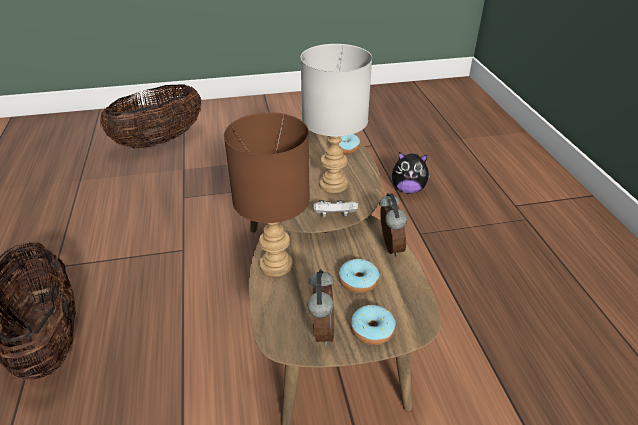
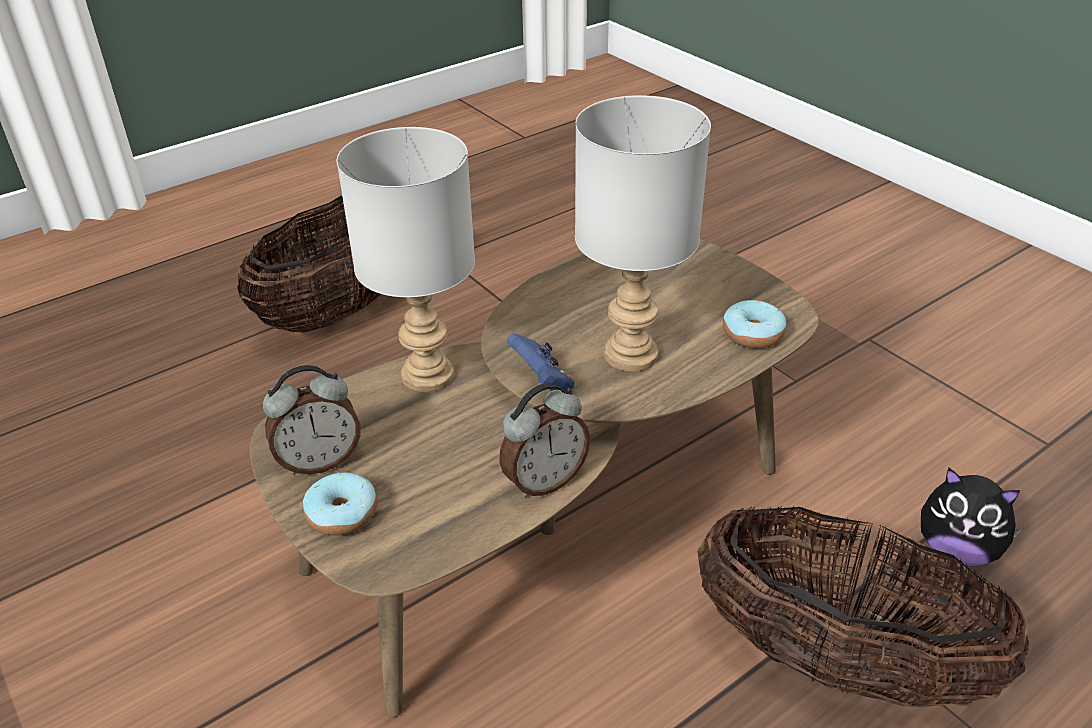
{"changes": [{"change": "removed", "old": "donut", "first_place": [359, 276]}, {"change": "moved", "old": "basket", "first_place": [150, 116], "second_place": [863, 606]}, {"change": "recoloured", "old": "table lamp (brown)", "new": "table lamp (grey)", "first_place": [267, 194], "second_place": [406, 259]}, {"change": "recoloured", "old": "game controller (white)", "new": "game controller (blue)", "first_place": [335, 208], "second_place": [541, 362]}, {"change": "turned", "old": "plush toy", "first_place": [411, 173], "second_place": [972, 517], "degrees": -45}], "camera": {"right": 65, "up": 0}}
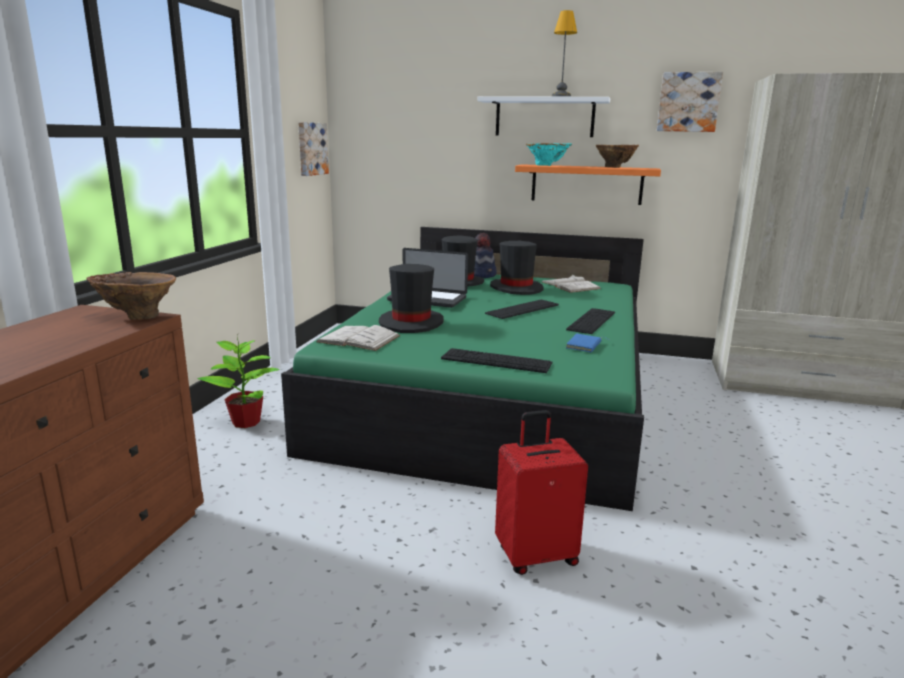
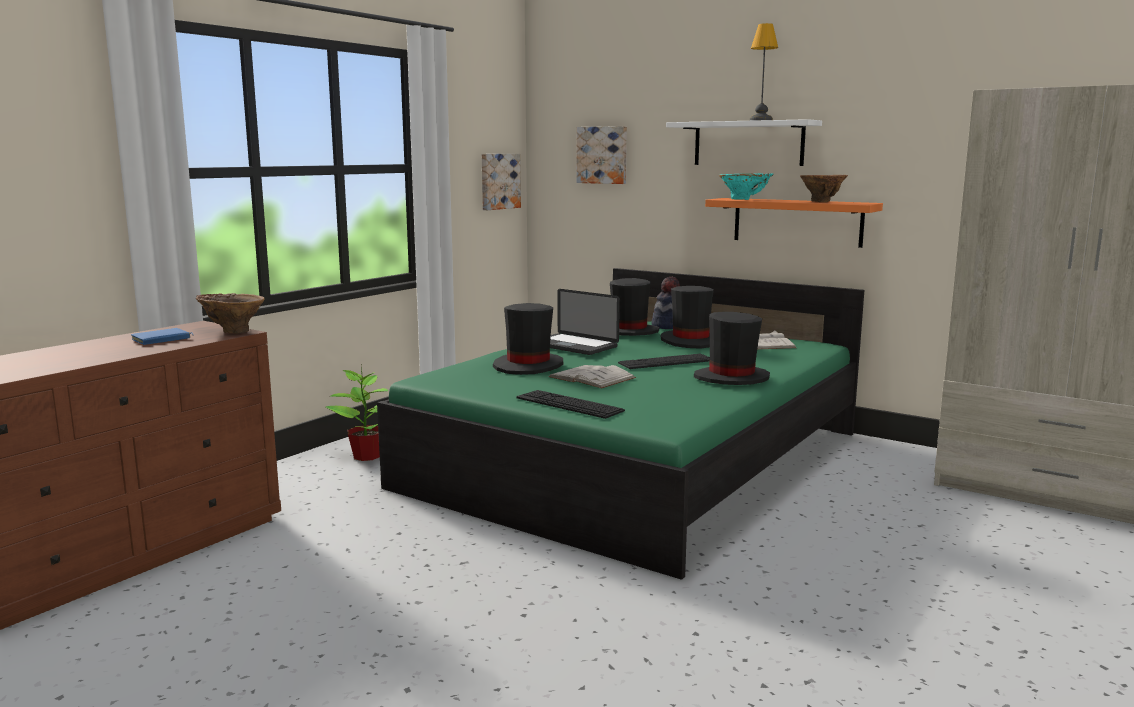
{"changes": [{"change": "removed", "old": "suitcase (red)", "first_place": [541, 492]}, {"change": "moved", "old": "book (white)", "first_place": [358, 338], "second_place": [592, 377]}, {"change": "moved", "old": "book (blue)", "first_place": [587, 343], "second_place": [162, 336]}, {"change": "moved", "old": "picture", "first_place": [690, 102], "second_place": [601, 155]}, {"change": "replaced", "old": "keyboard", "new": "hat (black)", "first_place": [590, 321], "second_place": [732, 348]}], "camera": {"right": 20, "up": -5}}
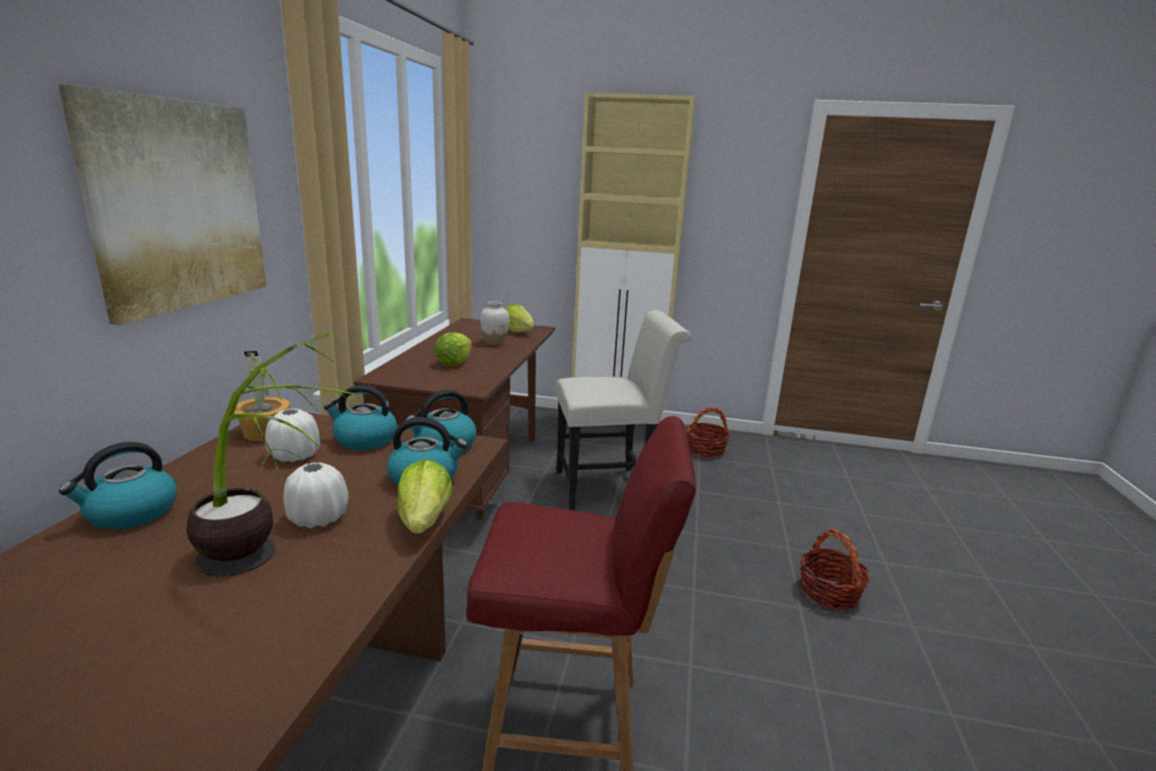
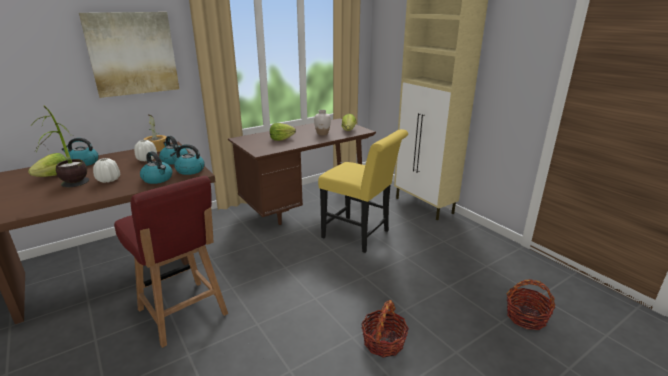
{"changes": [{"change": "moved", "old": "lettuce", "first_place": [425, 496], "second_place": [47, 165]}, {"change": "moved", "old": "basket", "first_place": [708, 432], "second_place": [531, 304]}, {"change": "recoloured", "old": "chair (white)", "new": "chair (yellow)", "first_place": [623, 410], "second_place": [363, 191]}], "camera": {"right": 45, "up": 5}}
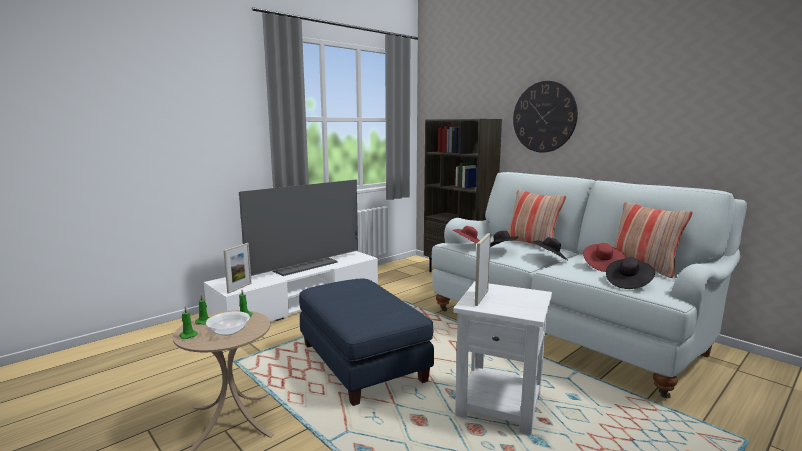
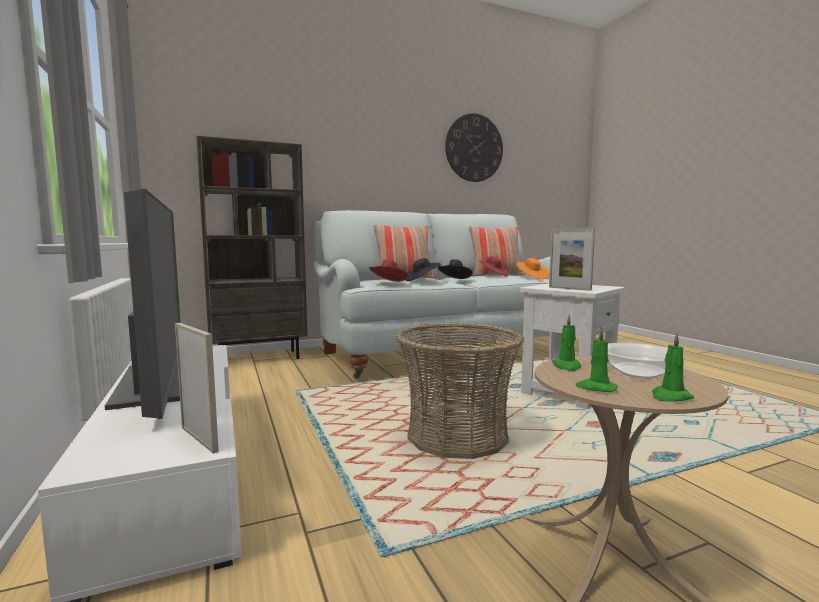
{"changes": [{"change": "moved", "old": "wall clock", "first_place": [545, 117], "second_place": [474, 147]}, {"change": "replaced", "old": "ottoman (blue)", "new": "basket", "first_place": [366, 342], "second_place": [460, 390]}, {"change": "recoloured", "old": "hat (black)", "new": "hat (orange)", "first_place": [630, 273], "second_place": [533, 268]}], "camera": {"right": -70, "up": -5}}
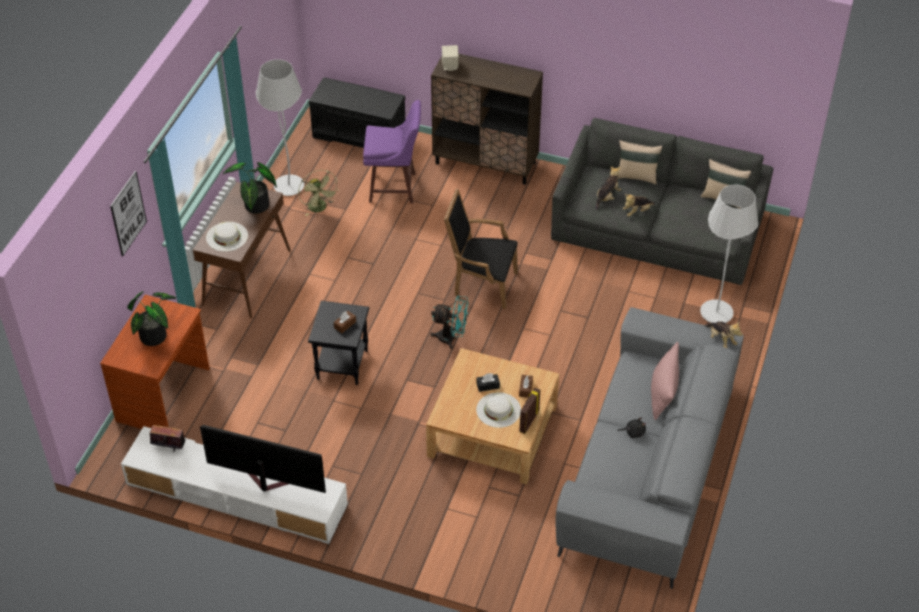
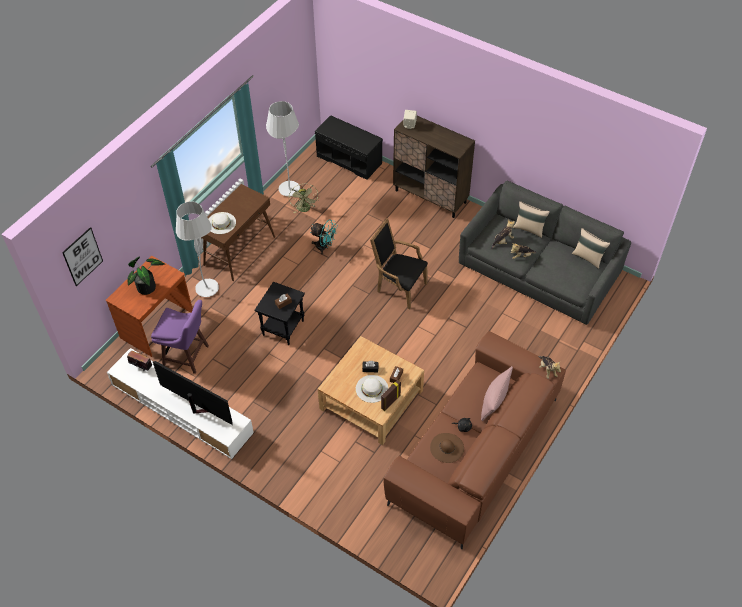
{"changes": [{"change": "removed", "old": "potted plant", "first_place": [249, 188]}, {"change": "added", "new": "hat (brown)", "second_place": [447, 448]}, {"change": "moved", "old": "picture", "first_place": [128, 213], "second_place": [82, 256]}, {"change": "moved", "old": "stool (purple)", "first_place": [392, 151], "second_place": [180, 337]}, {"change": "moved", "old": "fan (turquoise)", "first_place": [449, 322], "second_place": [324, 237]}, {"change": "moved", "old": "floor lamp (white)", "first_place": [729, 254], "second_place": [197, 249]}, {"change": "recoloured", "old": "sofa (grey)", "new": "sofa (brown)", "first_place": [649, 448], "second_place": [475, 440]}], "camera": {"right": 15, "up": 5}}
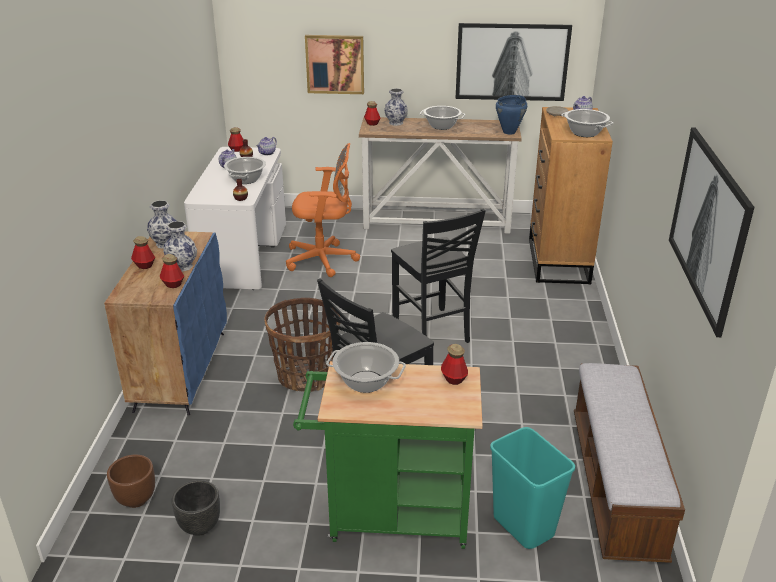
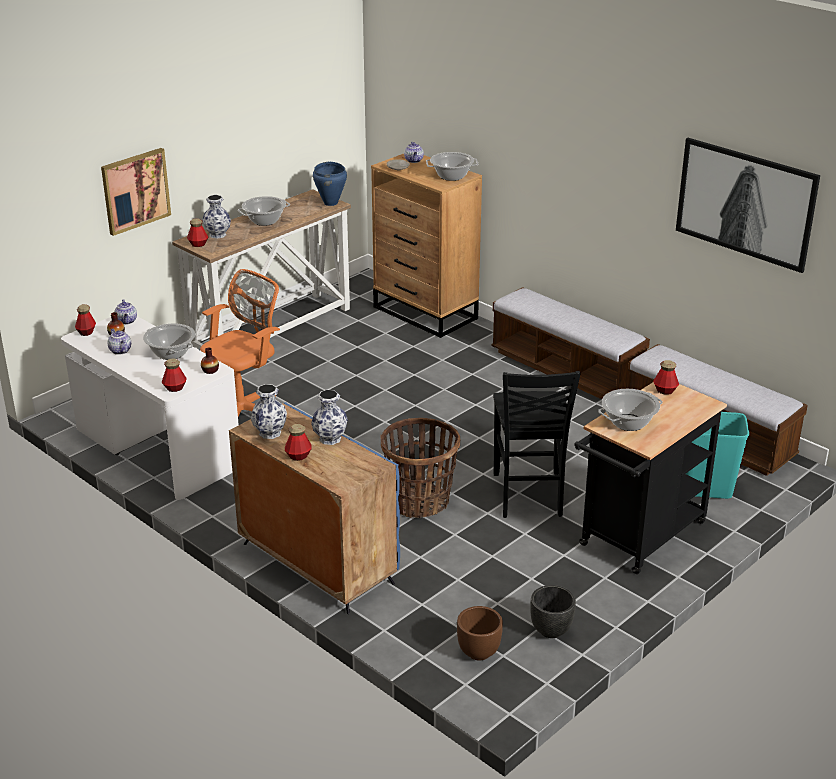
{"changes": [{"change": "removed", "old": "chair (black)", "first_place": [438, 276]}, {"change": "removed", "old": "picture", "first_place": [514, 62]}, {"change": "added", "new": "bench", "second_place": [570, 343]}, {"change": "moved", "old": "bottle", "first_place": [172, 271], "second_place": [174, 375]}, {"change": "recoloured", "old": "cart (green)", "new": "cart (black)", "first_place": [388, 455], "second_place": [650, 478]}], "camera": {"right": -50, "up": 0}}
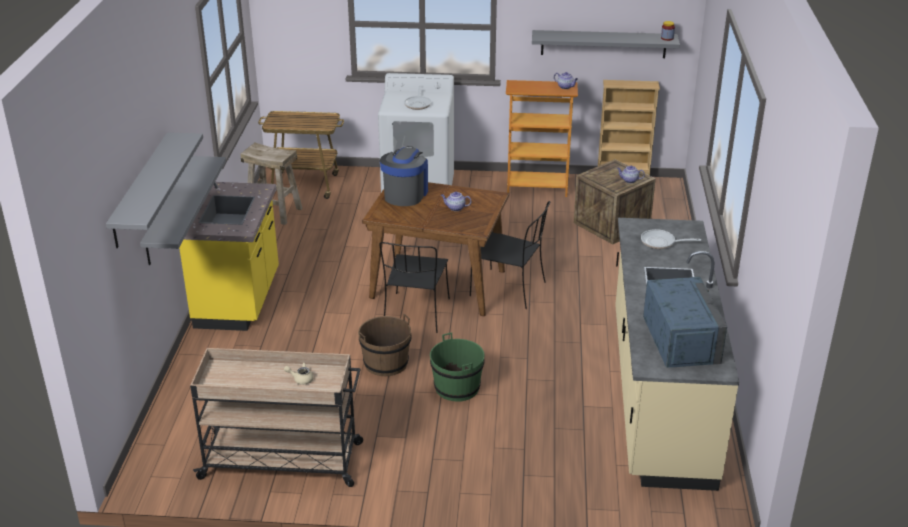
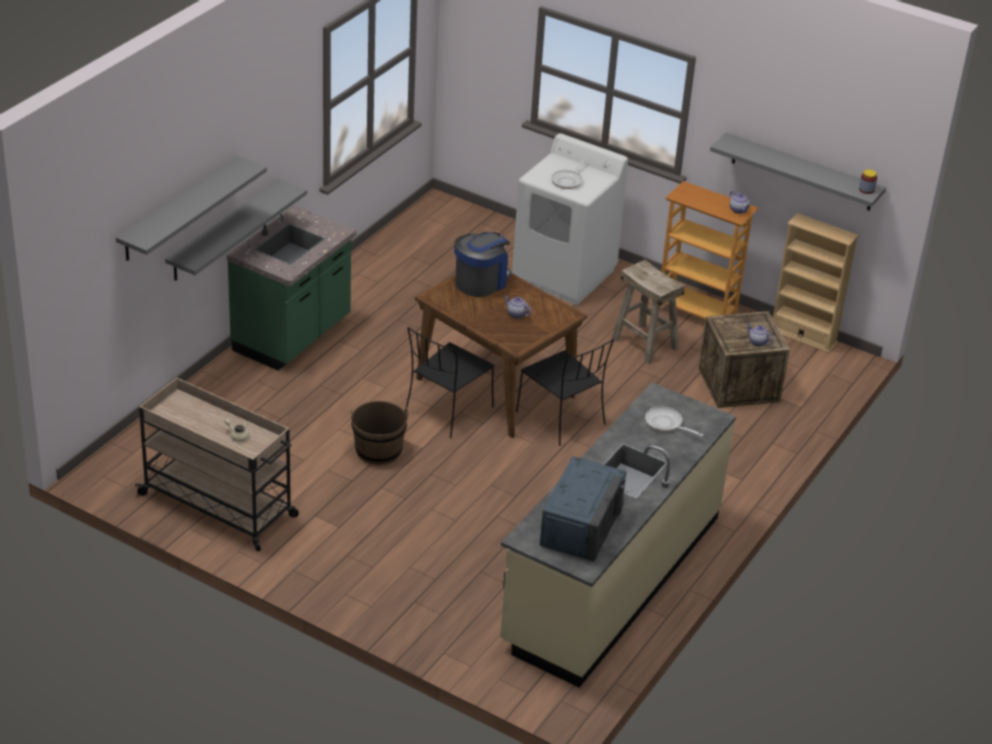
{"changes": [{"change": "removed", "old": "cart", "first_place": [301, 155]}, {"change": "removed", "old": "bucket (green)", "first_place": [457, 367]}, {"change": "moved", "old": "stool (beige)", "first_place": [271, 184], "second_place": [648, 312]}, {"change": "recoloured", "old": "counter (yellow)", "new": "counter (green)", "first_place": [229, 256], "second_place": [291, 288]}], "camera": {"right": 25, "up": 5}}
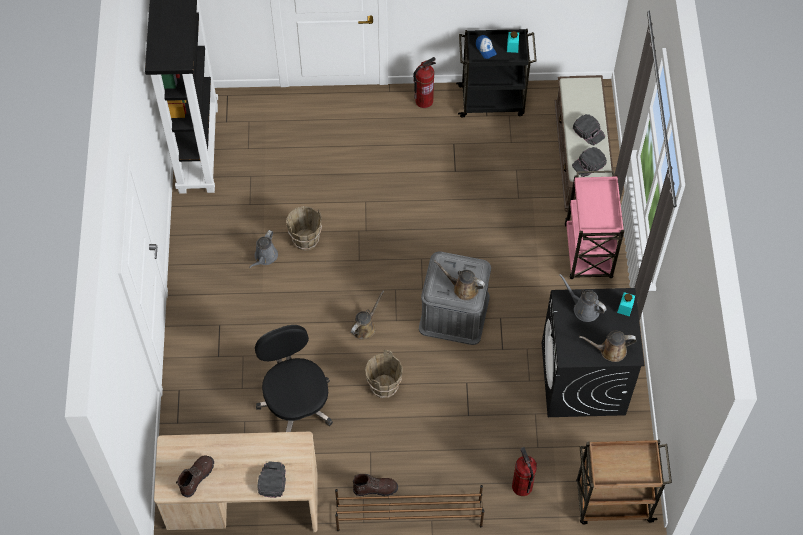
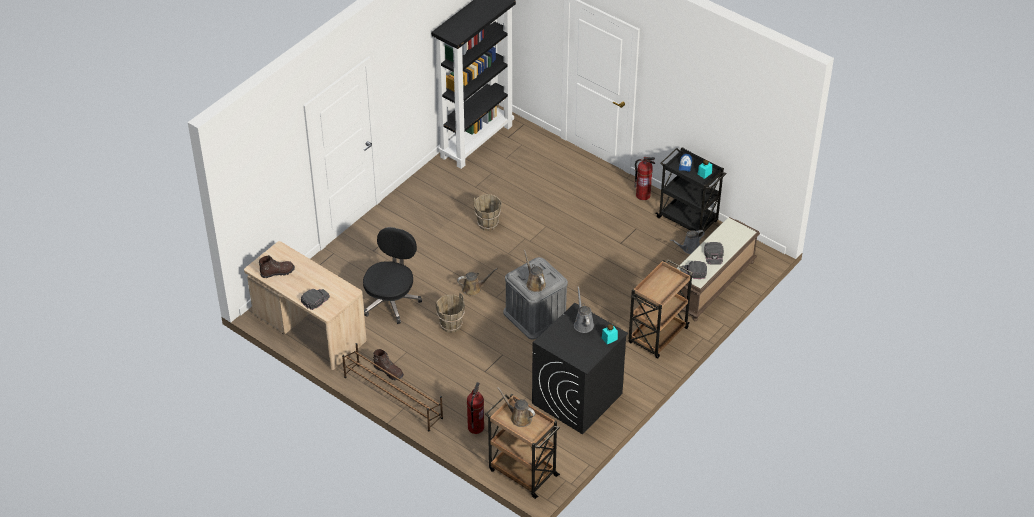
{"changes": [{"change": "moved", "old": "watering can (grey)", "first_place": [263, 249], "second_place": [687, 242]}, {"change": "moved", "old": "watering can (brown)", "first_place": [607, 346], "second_place": [516, 407]}, {"change": "recoloured", "old": "cart (pink)", "new": "cart (brown)", "first_place": [594, 225], "second_place": [660, 309]}], "camera": {"right": 40, "up": -15}}
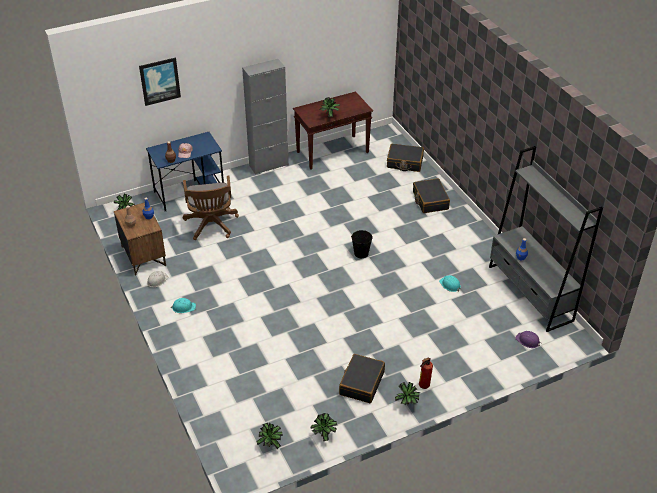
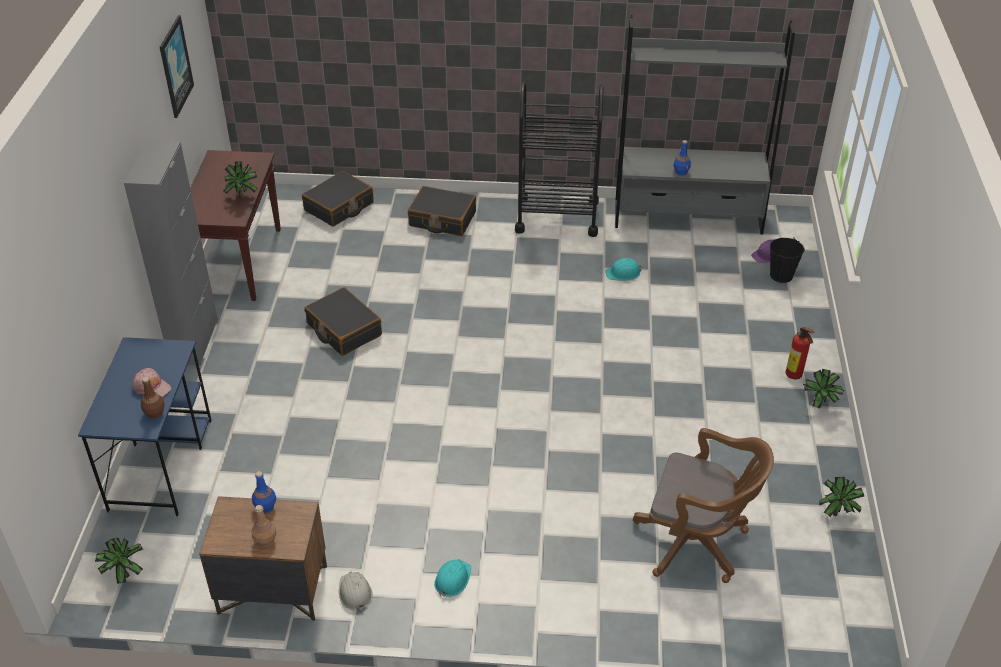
{"changes": [{"change": "removed", "old": "potted plant", "first_place": [269, 436]}, {"change": "added", "new": "cart (black)", "second_place": [559, 159]}, {"change": "moved", "old": "picture", "first_place": [160, 81], "second_place": [177, 66]}, {"change": "moved", "old": "office chair (brown)", "first_place": [211, 207], "second_place": [703, 505]}, {"change": "moved", "old": "suitcase (black)", "first_place": [362, 378], "second_place": [343, 321]}, {"change": "moved", "old": "bucket (black)", "first_place": [362, 244], "second_place": [787, 260]}], "camera": {"right": -60, "up": 0}}
